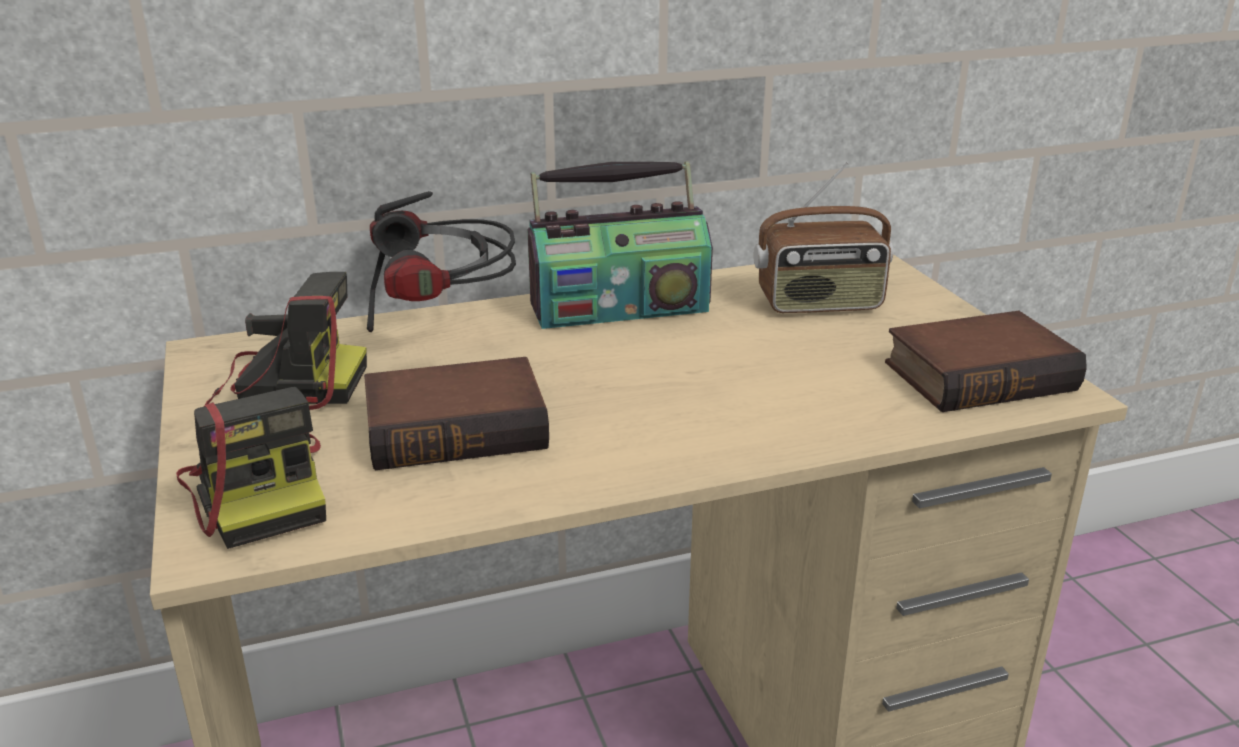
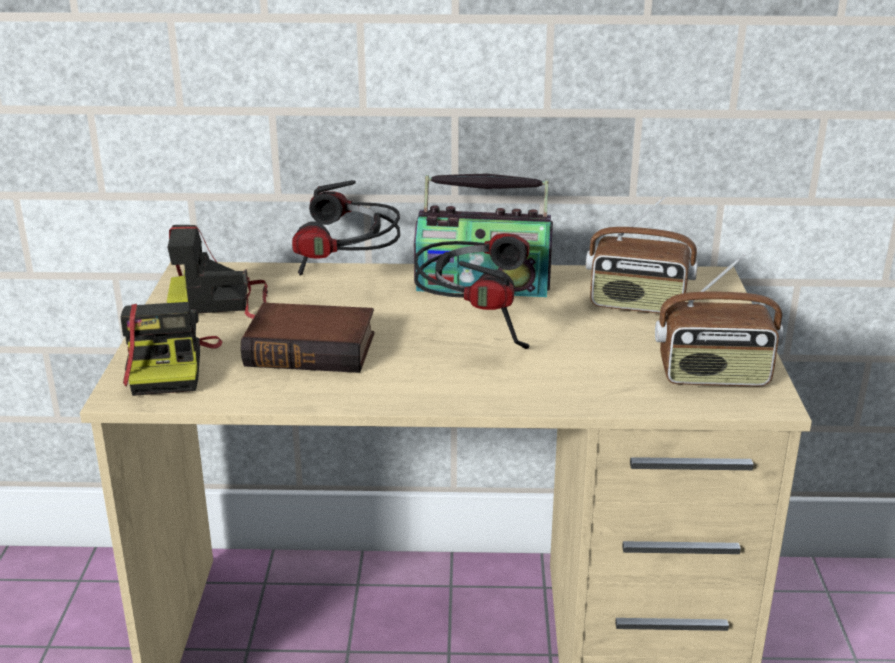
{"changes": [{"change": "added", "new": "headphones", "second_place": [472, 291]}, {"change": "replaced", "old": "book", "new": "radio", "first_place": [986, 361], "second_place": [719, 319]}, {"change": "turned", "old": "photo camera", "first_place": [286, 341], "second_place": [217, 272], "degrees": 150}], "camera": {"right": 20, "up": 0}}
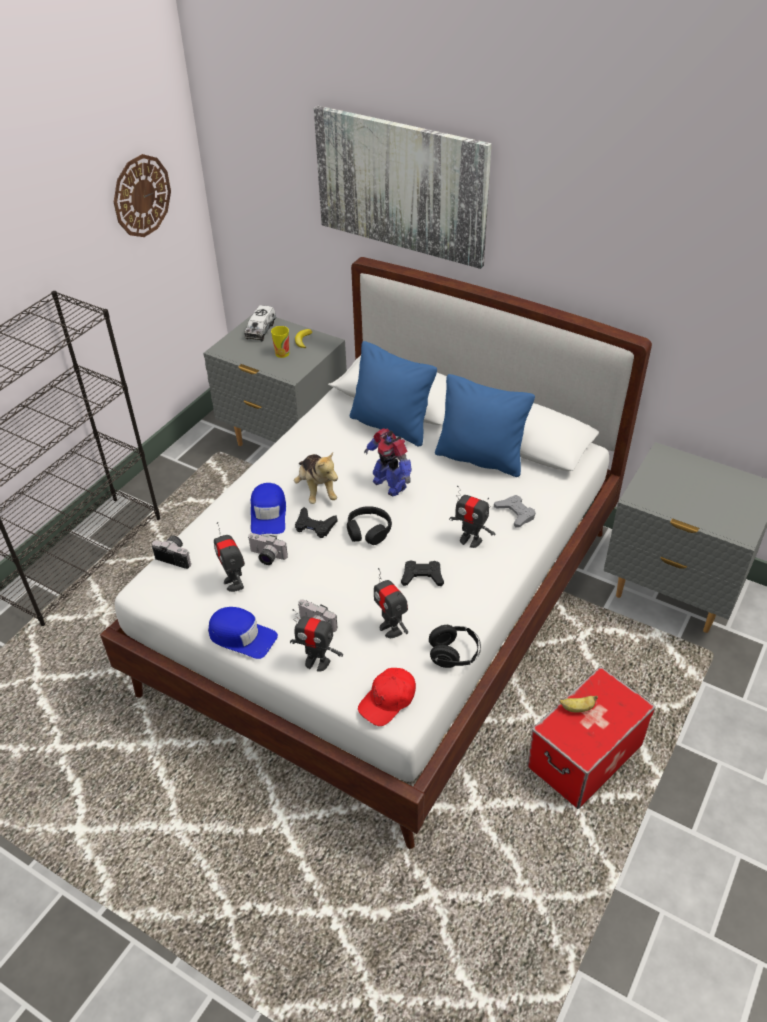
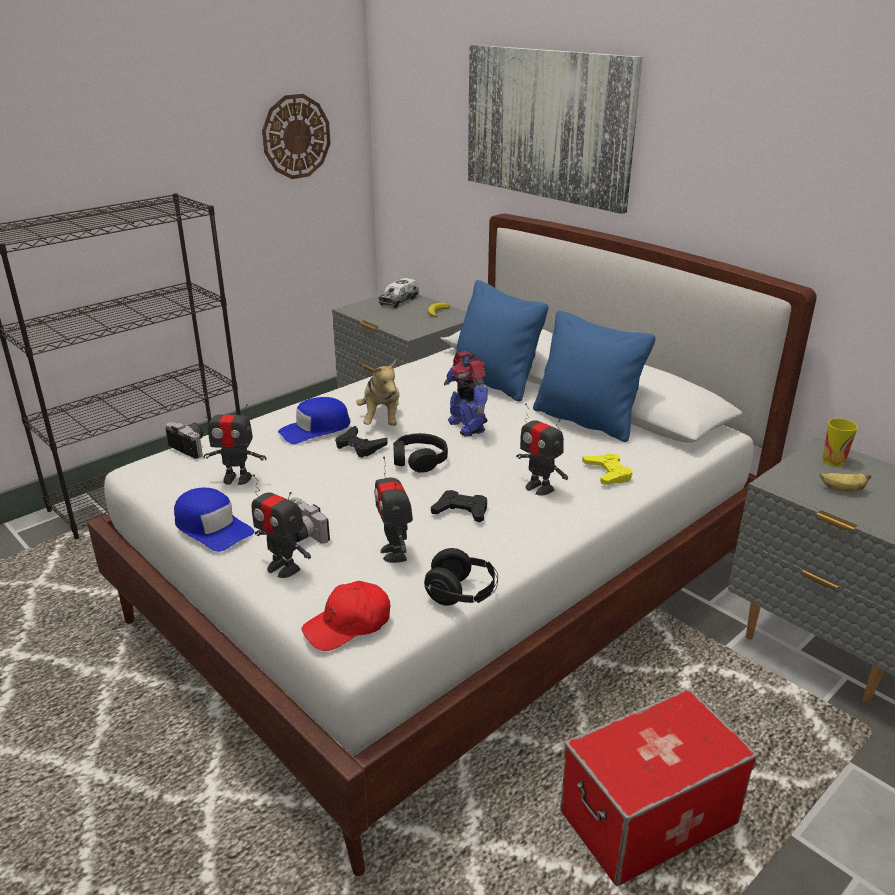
{"changes": [{"change": "removed", "old": "photo camera", "first_place": [267, 549]}, {"change": "moved", "old": "cup", "first_place": [280, 342], "second_place": [840, 442]}, {"change": "moved", "old": "banana", "first_place": [578, 704], "second_place": [845, 482]}, {"change": "recoloured", "old": "game controller (grey)", "new": "game controller (yellow)", "first_place": [515, 511], "second_place": [607, 469]}, {"change": "turned", "old": "toy robot", "first_place": [229, 557], "second_place": [234, 443], "degrees": -75}, {"change": "turned", "old": "cap (blue)", "first_place": [268, 509], "second_place": [314, 420], "degrees": 45}], "camera": {"right": 15, "up": -15}}
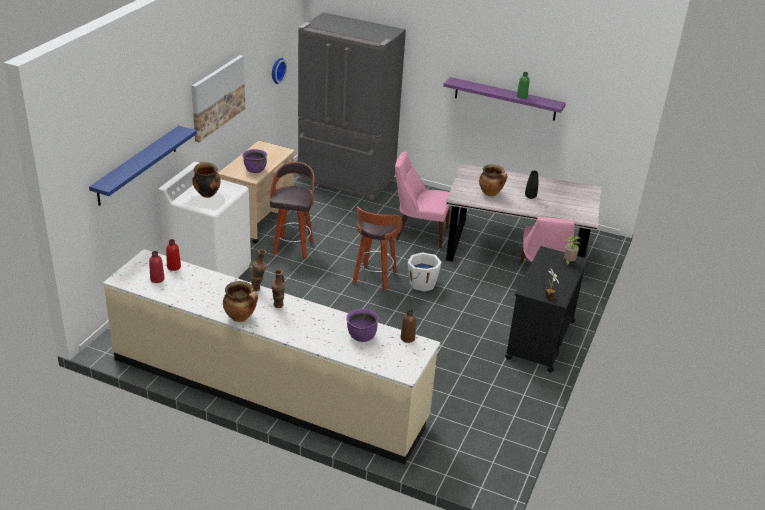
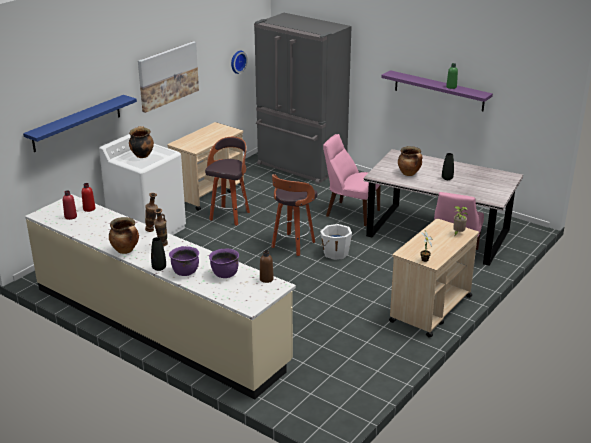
{"changes": [{"change": "added", "new": "vase (black)", "second_place": [158, 254]}, {"change": "moved", "old": "cooking pot (purple)", "first_place": [254, 161], "second_place": [184, 261]}, {"change": "recoloured", "old": "cart (black)", "new": "cart (beige)", "first_place": [546, 309], "second_place": [434, 278]}], "camera": {"right": 15, "up": -5}}
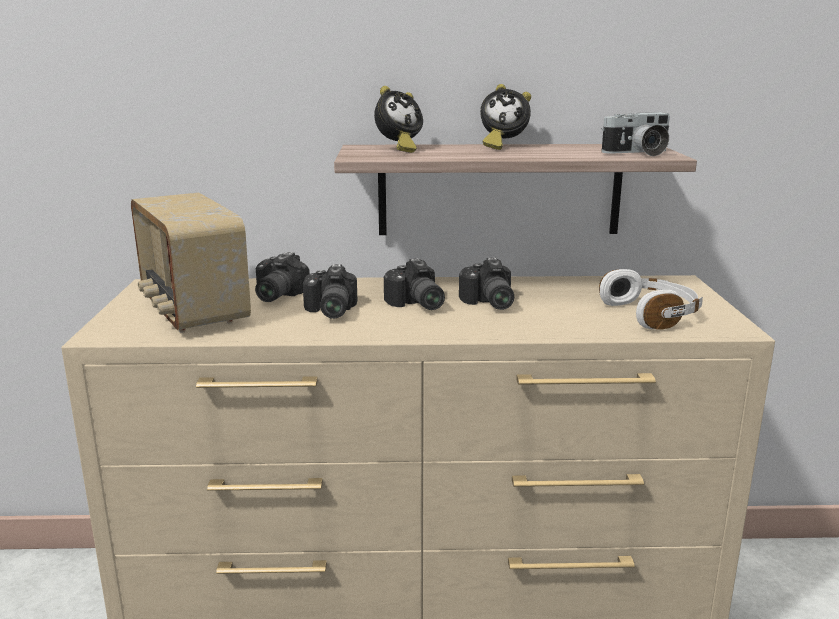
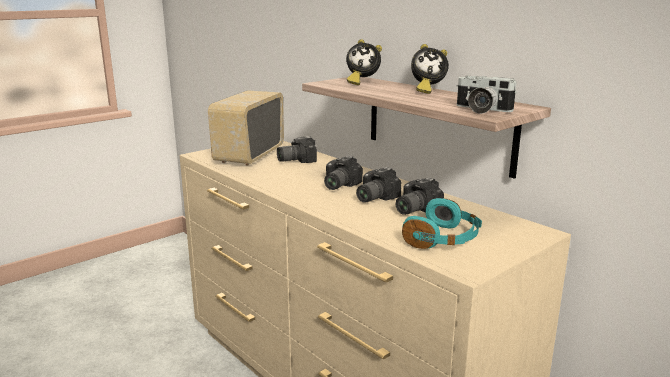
{"changes": [{"change": "moved", "old": "photo camera", "first_place": [330, 291], "second_place": [420, 196]}, {"change": "recoloured", "old": "headphones (white)", "new": "headphones (turquoise)", "first_place": [651, 299], "second_place": [442, 223]}, {"change": "turned", "old": "alarm clock", "first_place": [505, 117], "second_place": [430, 69], "degrees": -60}], "camera": {"right": 50, "up": 0}}
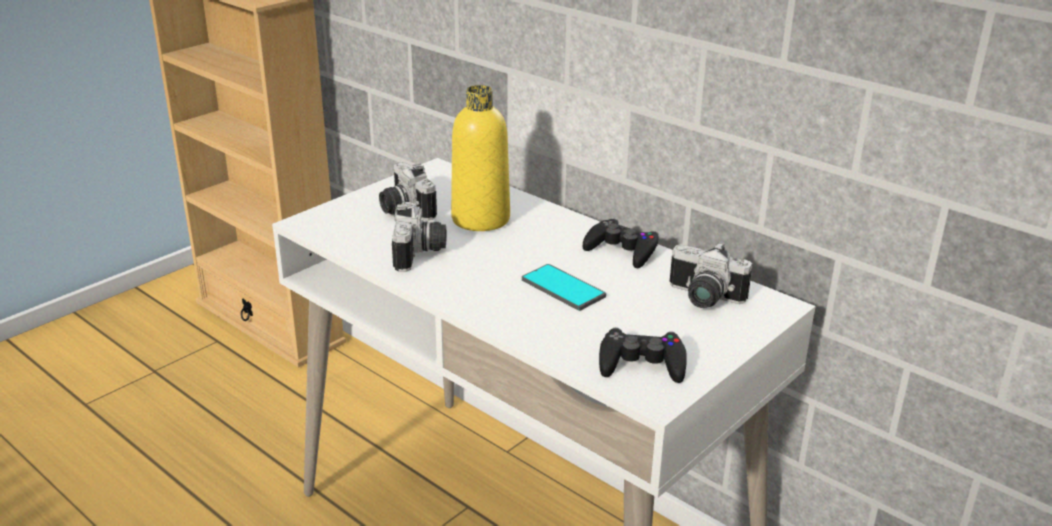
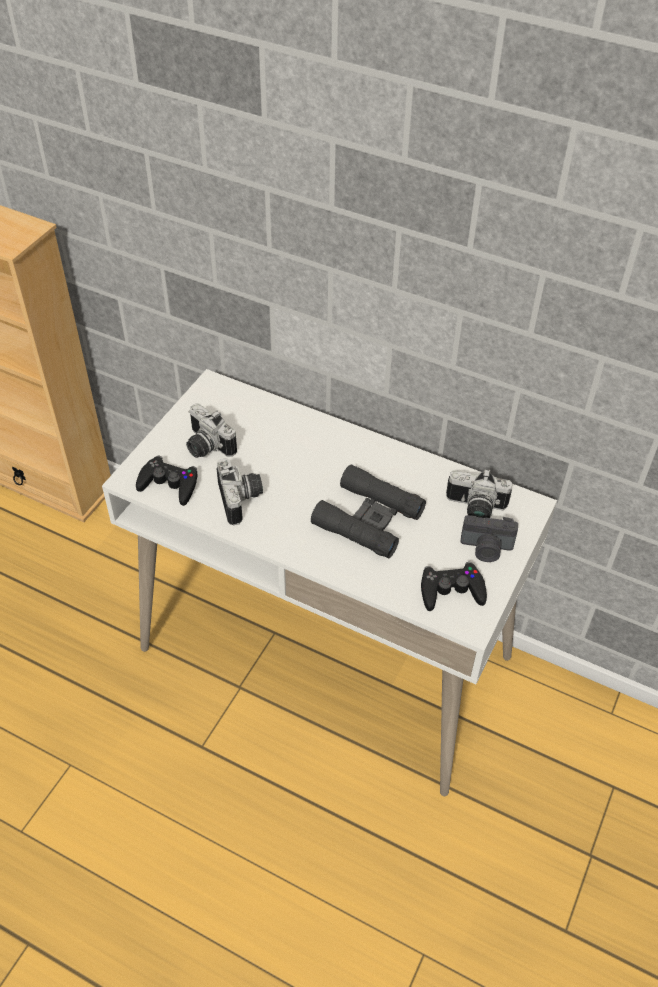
{"changes": [{"change": "removed", "old": "bottle (yellow)", "first_place": [480, 158]}, {"change": "added", "new": "photo camera", "second_place": [489, 538]}, {"change": "moved", "old": "game controller (black)", "first_place": [621, 243], "second_place": [167, 480]}, {"change": "replaced", "old": "phone", "new": "binoculars (black)", "first_place": [564, 287], "second_place": [368, 511]}], "camera": {"right": -15, "up": 20}}
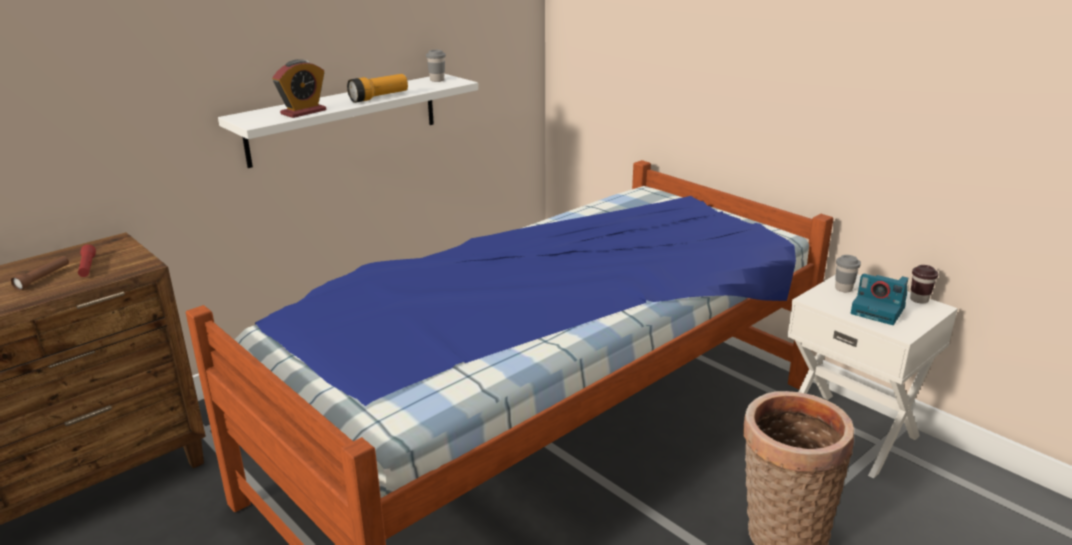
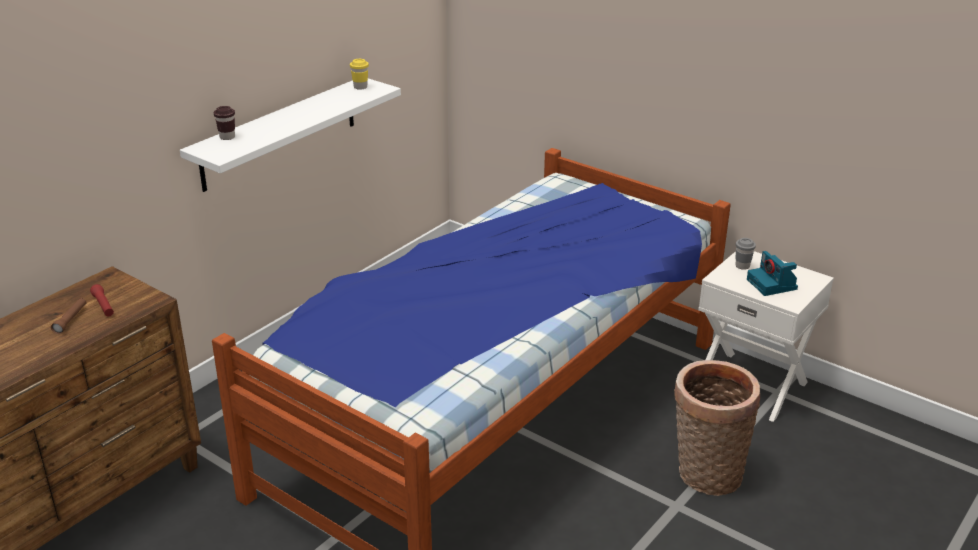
{"changes": [{"change": "removed", "old": "alarm clock", "first_place": [299, 88]}, {"change": "removed", "old": "flashlight", "first_place": [377, 88]}, {"change": "moved", "old": "cup (brown)", "first_place": [924, 284], "second_place": [224, 123]}, {"change": "recoloured", "old": "cup (grey)", "new": "cup (yellow)", "first_place": [436, 66], "second_place": [359, 74]}, {"change": "turned", "old": "photo camera", "first_place": [880, 299], "second_place": [772, 273], "degrees": 45}], "camera": {"right": -10, "up": 5}}
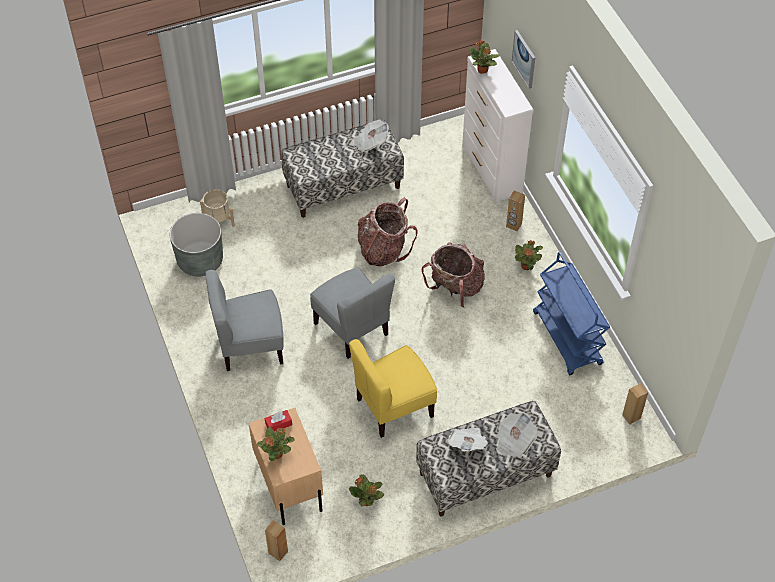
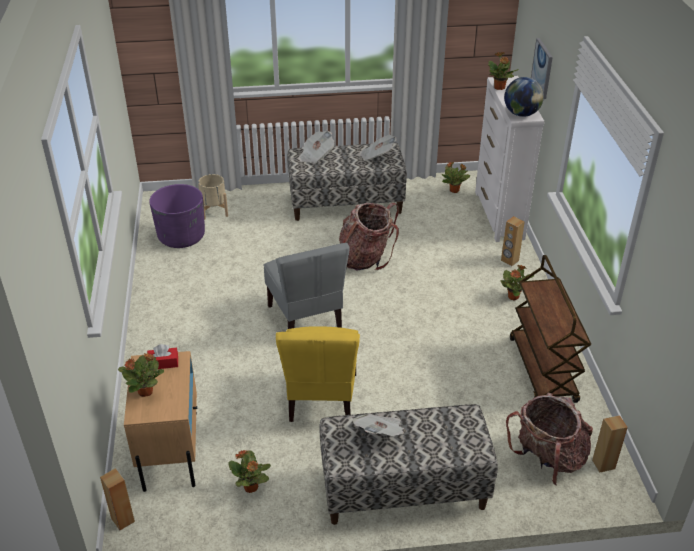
{"changes": [{"change": "removed", "old": "chair (grey)", "first_place": [244, 320]}, {"change": "added", "new": "potted plant", "second_place": [456, 177]}, {"change": "added", "new": "globe", "second_place": [524, 97]}, {"change": "moved", "old": "backpack", "first_place": [453, 274], "second_place": [549, 438]}, {"change": "moved", "old": "newspaper", "first_place": [517, 435], "second_place": [316, 147]}, {"change": "recoloured", "old": "planter (grey)", "new": "planter (purple)", "first_place": [196, 245], "second_place": [177, 216]}, {"change": "recoloured", "old": "cart (blue)", "new": "cart (brown)", "first_place": [571, 313], "second_place": [550, 329]}, {"change": "turned", "old": "chair (yellow)", "first_place": [393, 388], "second_place": [318, 374], "degrees": -75}], "camera": {"right": 15, "up": -15}}
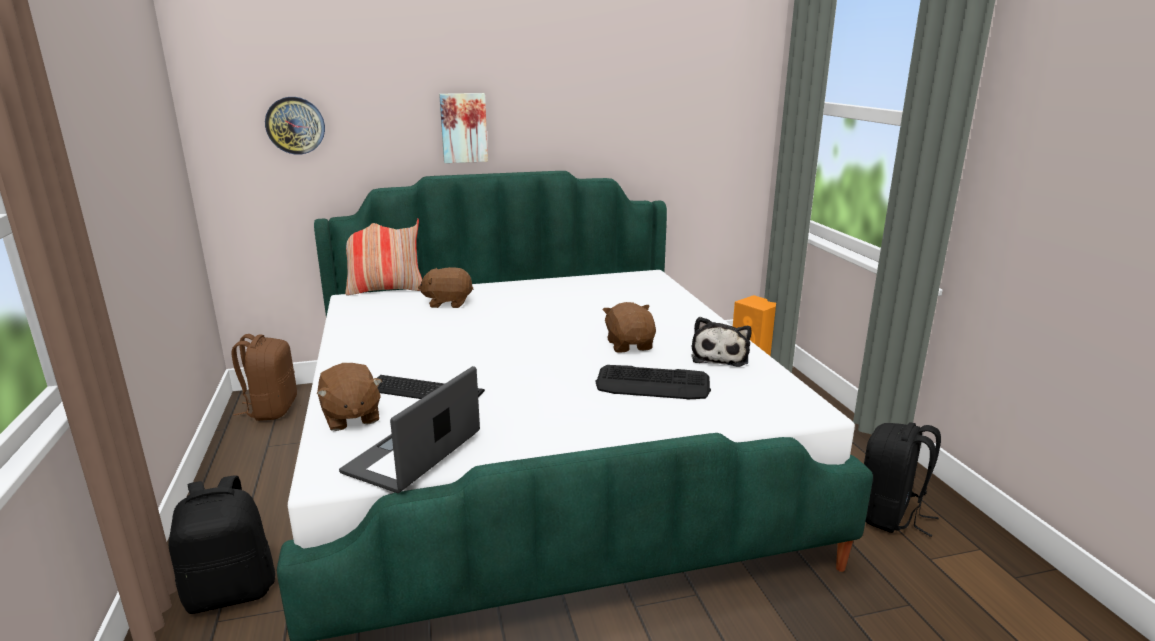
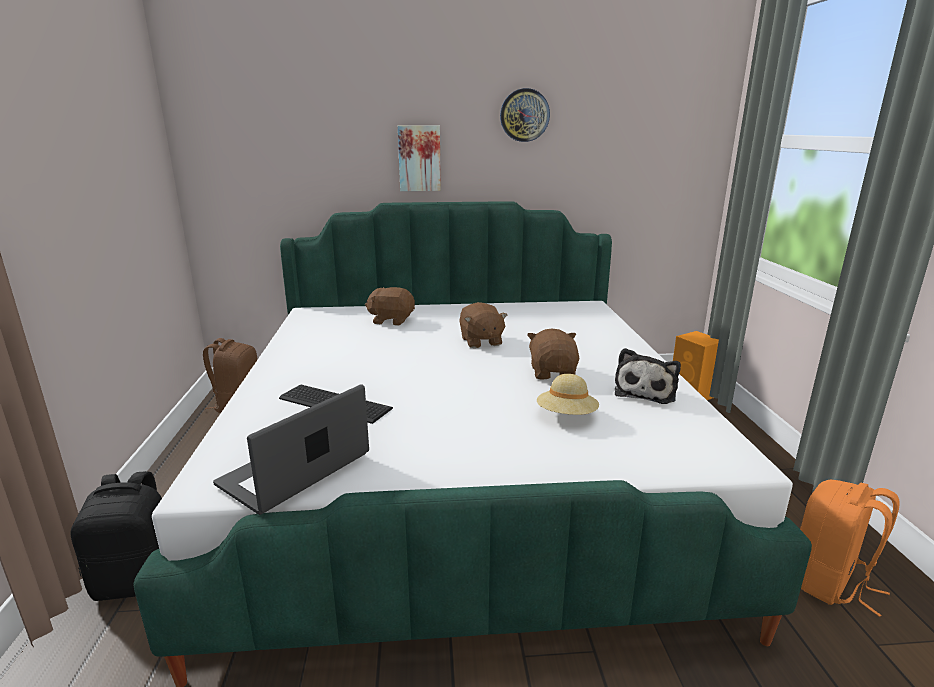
{"changes": [{"change": "removed", "old": "pillow", "first_place": [383, 257]}, {"change": "moved", "old": "wall clock", "first_place": [295, 126], "second_place": [525, 115]}, {"change": "moved", "old": "plush toy (brown)", "first_place": [349, 397], "second_place": [483, 325]}, {"change": "replaced", "old": "keyboard", "new": "hat (beige)", "first_place": [653, 382], "second_place": [568, 394]}, {"change": "recoloured", "old": "backpack (black)", "new": "backpack (orange)", "first_place": [902, 479], "second_place": [850, 548]}], "camera": {"right": 10, "up": 0}}
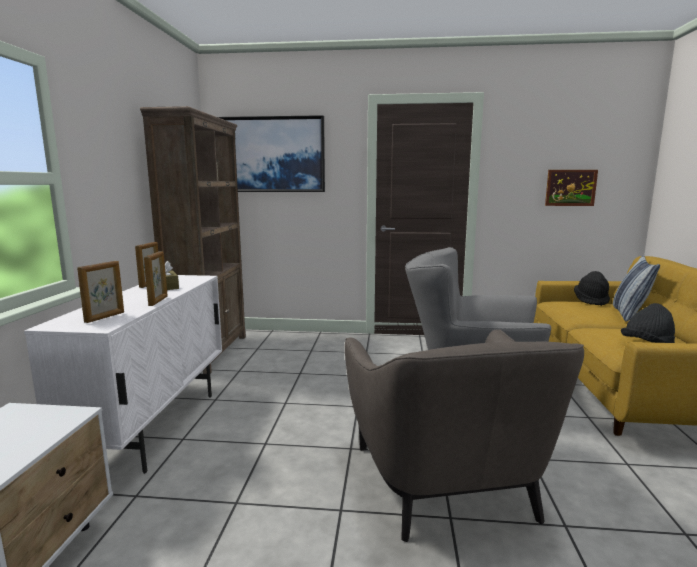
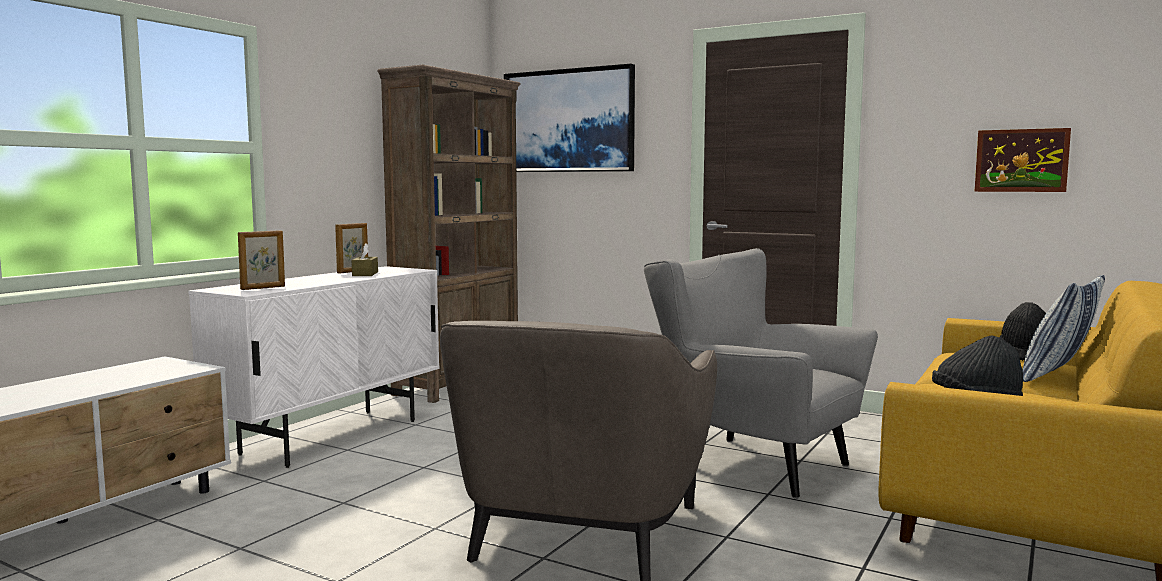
{"changes": [{"change": "removed", "old": "picture frame", "first_place": [156, 278]}], "camera": {"right": 25, "up": -5}}
